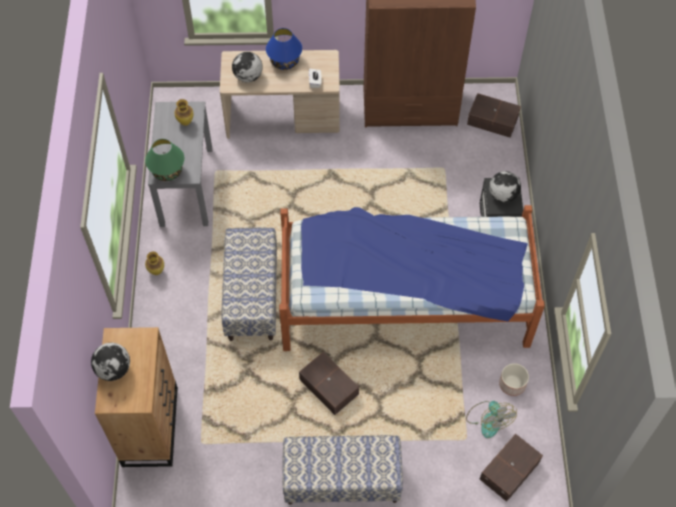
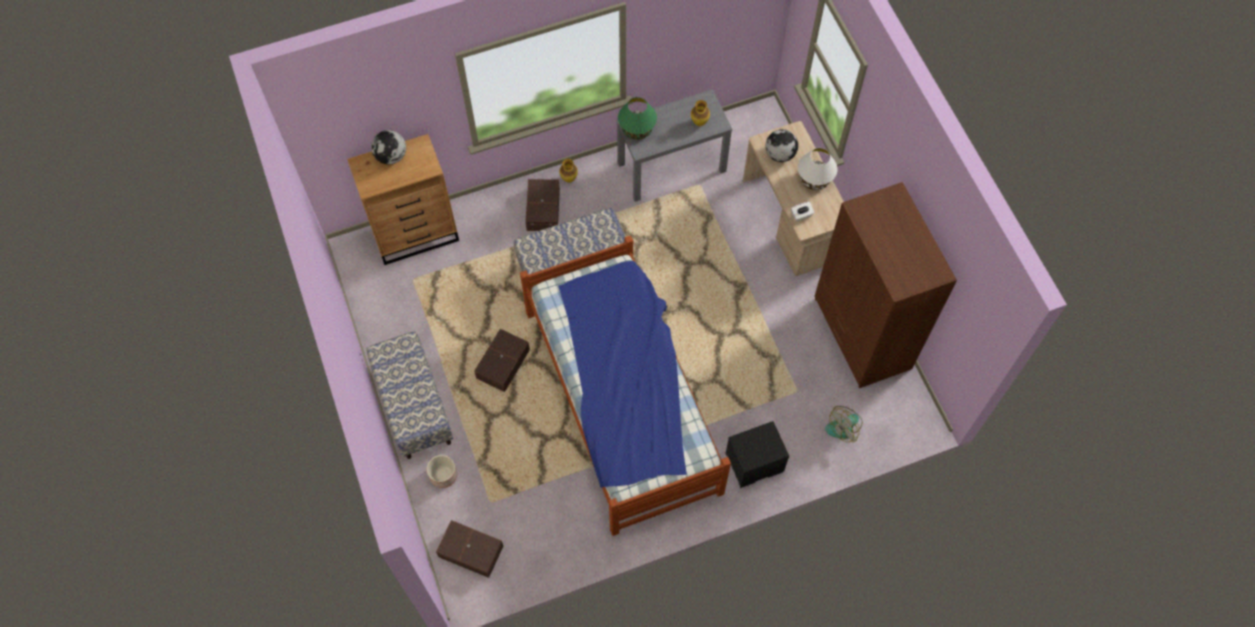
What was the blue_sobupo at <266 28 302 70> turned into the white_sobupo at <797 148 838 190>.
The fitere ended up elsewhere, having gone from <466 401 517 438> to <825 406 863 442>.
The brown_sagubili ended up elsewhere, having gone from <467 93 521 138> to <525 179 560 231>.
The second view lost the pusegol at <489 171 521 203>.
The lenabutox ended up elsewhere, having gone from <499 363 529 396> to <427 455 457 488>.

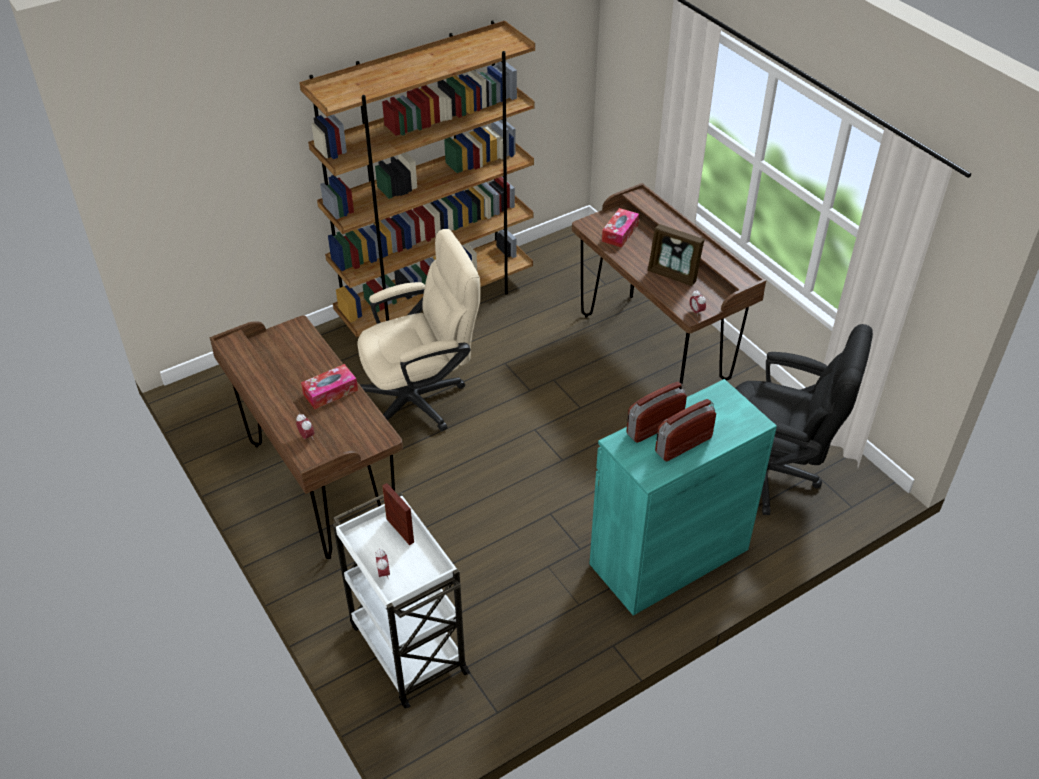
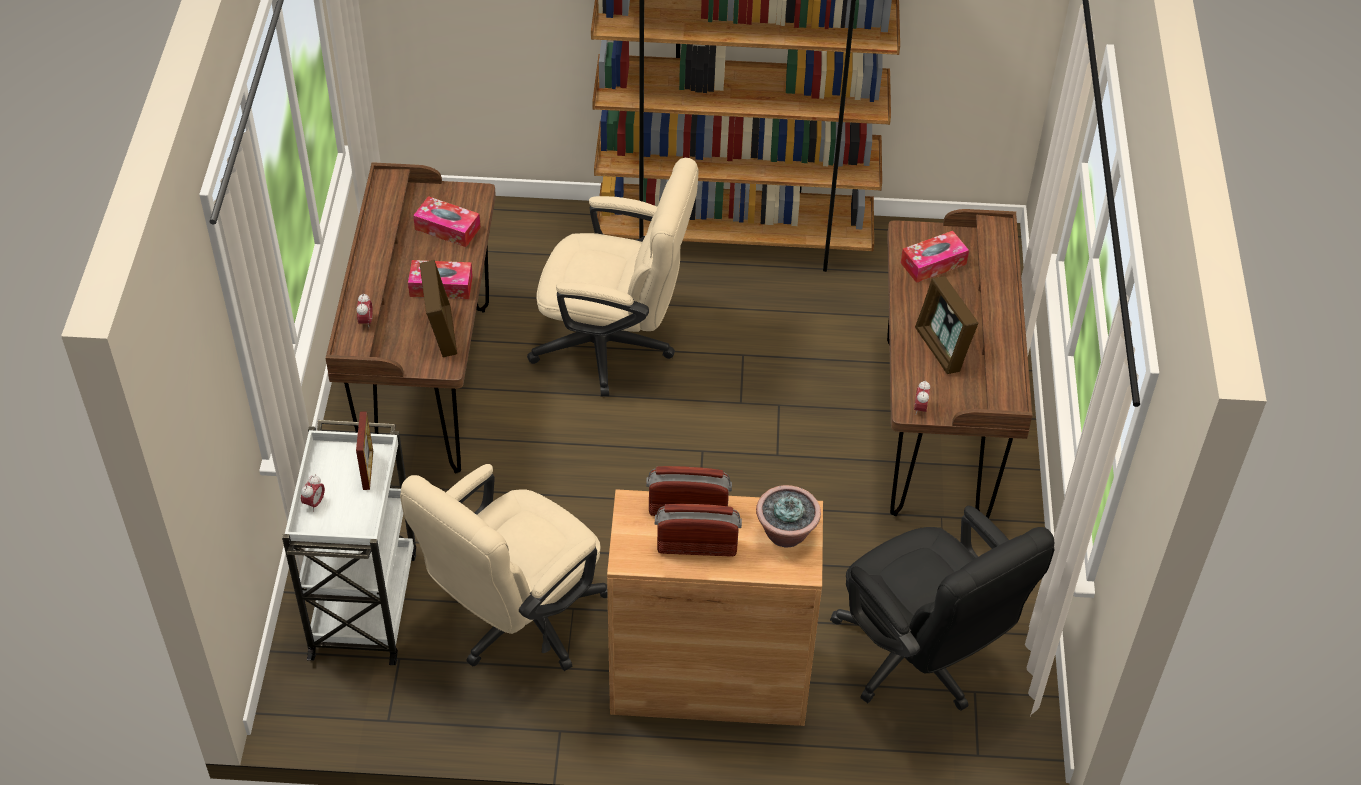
What was the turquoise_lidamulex at <590 379 777 616> turned into the brown_lidamulex at <607 489 823 726>.
The second view gained the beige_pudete at <400 464 608 671>.
The second view gained the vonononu at <413 196 481 247>.
The second view gained the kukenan at <420 260 457 357>.
The second view gained the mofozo at <756 485 821 548>.

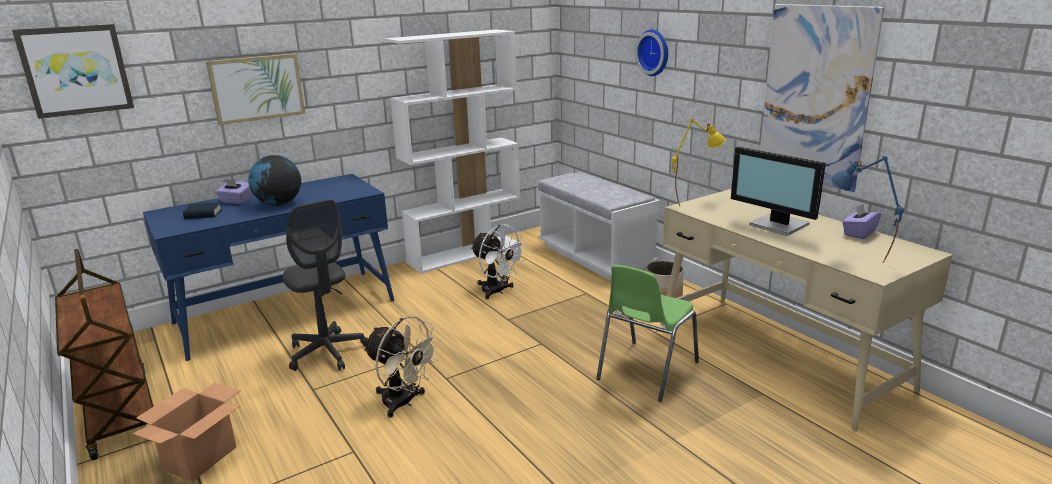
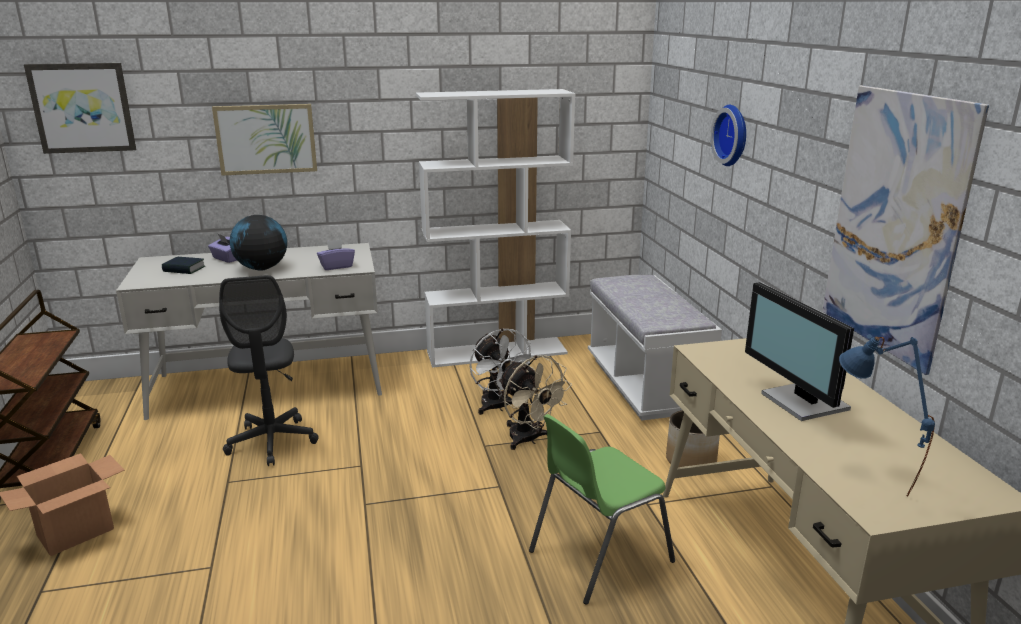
What was the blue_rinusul at <143 174 395 361> turned into the white_rinusul at <116 243 382 420>.
The beige_fitere ended up elsewhere, having gone from <363 316 440 418> to <499 356 572 450>.
The second view lost the yellow_sobupo at <671 118 726 206>.
The purple_vonononu ended up elsewhere, having gone from <842 203 881 239> to <317 239 355 270>.

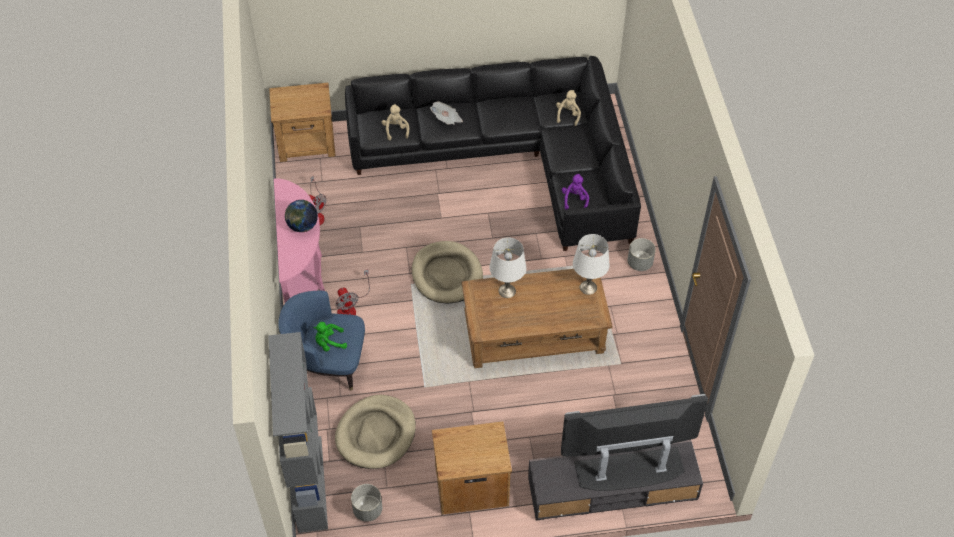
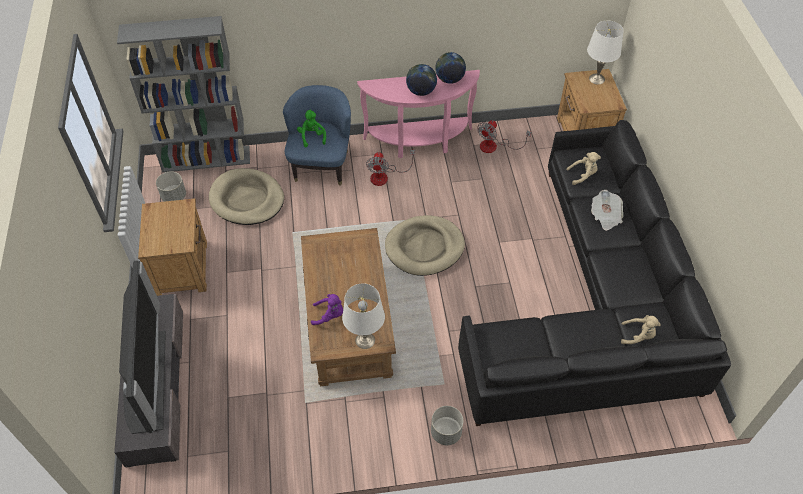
The fitere at <336 269 370 315> ended up facing another way, 60 degrees counterclockwise from before.
The white_sobupo ended up elsewhere, having gone from <489 237 526 298> to <587 21 624 84>.
The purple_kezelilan ended up elsewhere, having gone from <562 174 589 210> to <311 294 343 325>.
The second view gained the pusegol at <435 52 466 84>.

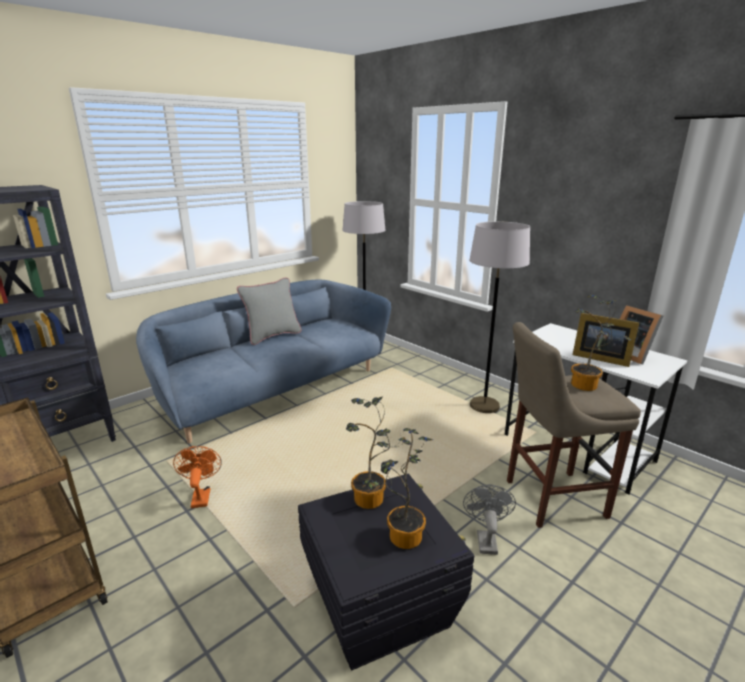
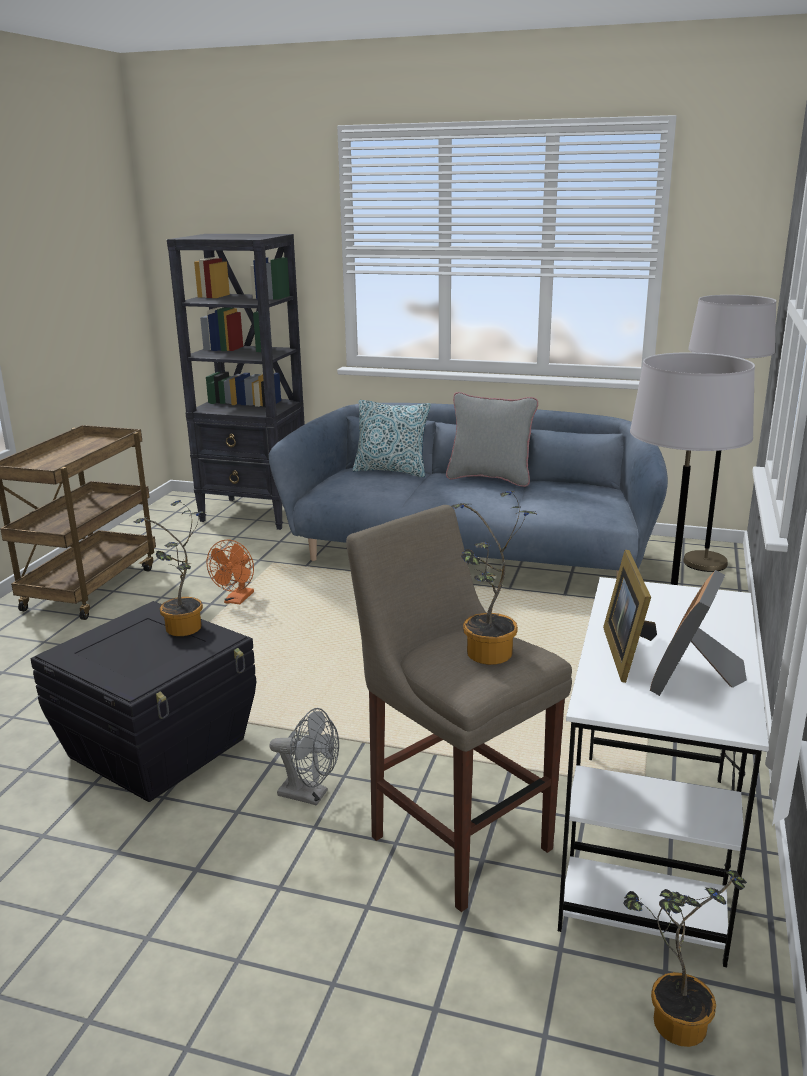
The orange_fitere at <173 446 222 508> ended up facing another way, 150 degrees clockwise from before.
The mofozo ended up elsewhere, having gone from <363 428 433 549> to <623 870 747 1047>.
The grey_fitere at <463 484 516 555> ended up facing another way, 45 degrees clockwise from before.
The second view gained the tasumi at <353 400 431 477>.

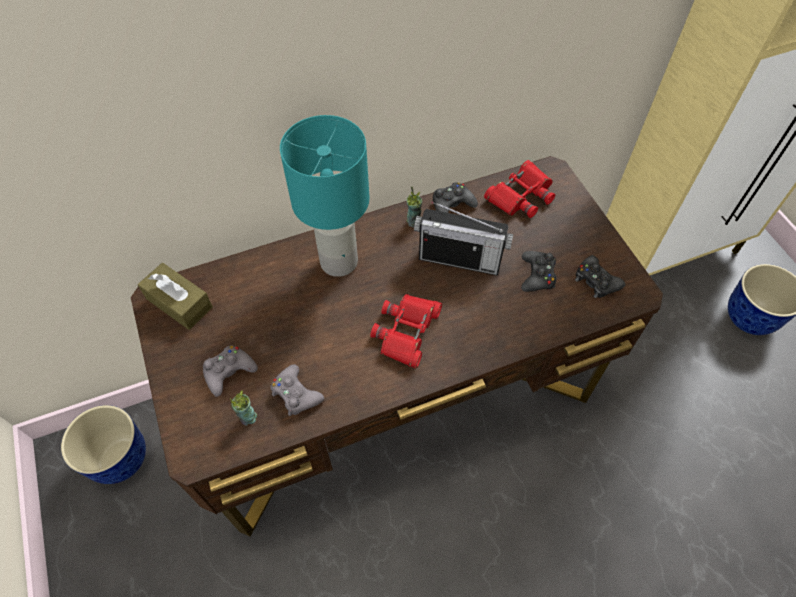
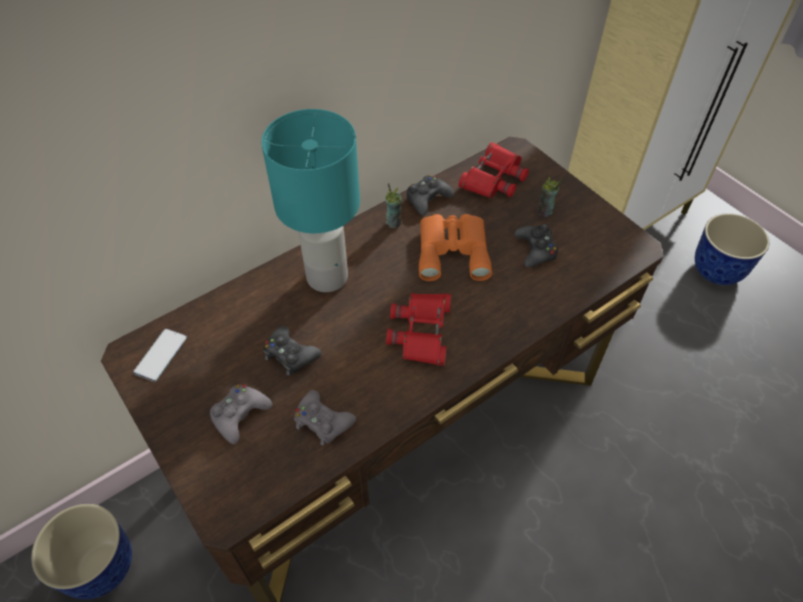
Where the brown_vonononu stood at <138 263 213 330>, the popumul came to stand at <133 329 187 382>.
The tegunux ended up elsewhere, having gone from <230 390 257 426> to <537 177 563 217>.
Where the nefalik stood at <414 201 513 276>, the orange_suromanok came to stand at <419 214 492 281>.
The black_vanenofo ended up elsewhere, having gone from <575 255 625 298> to <263 326 322 376>.

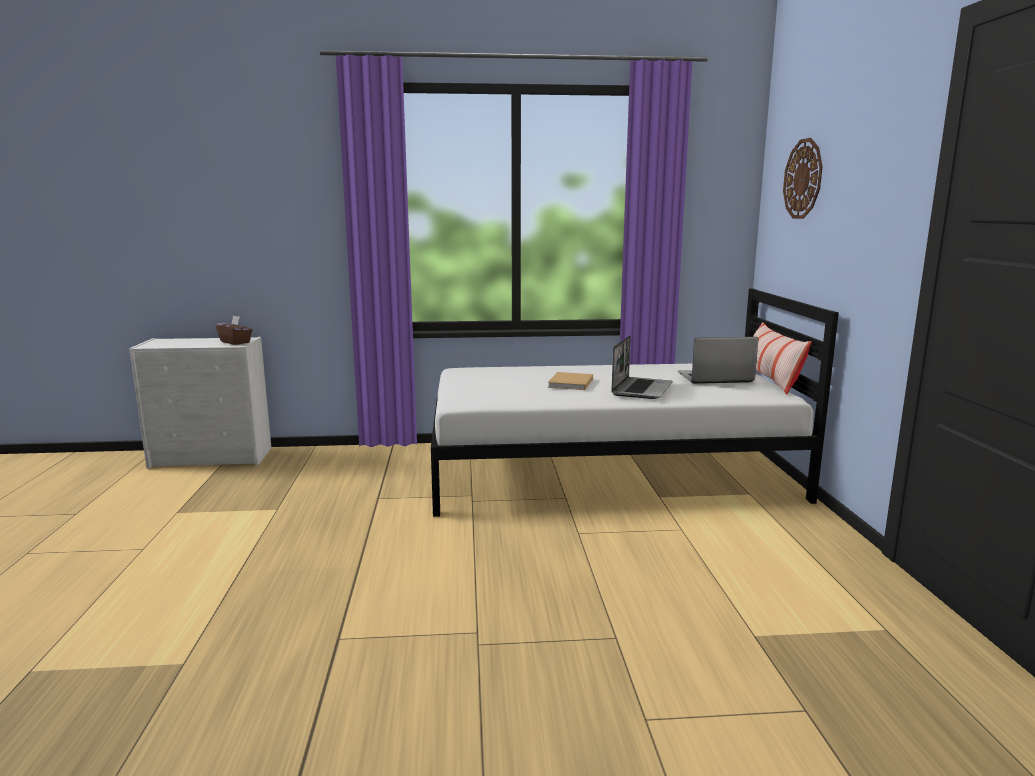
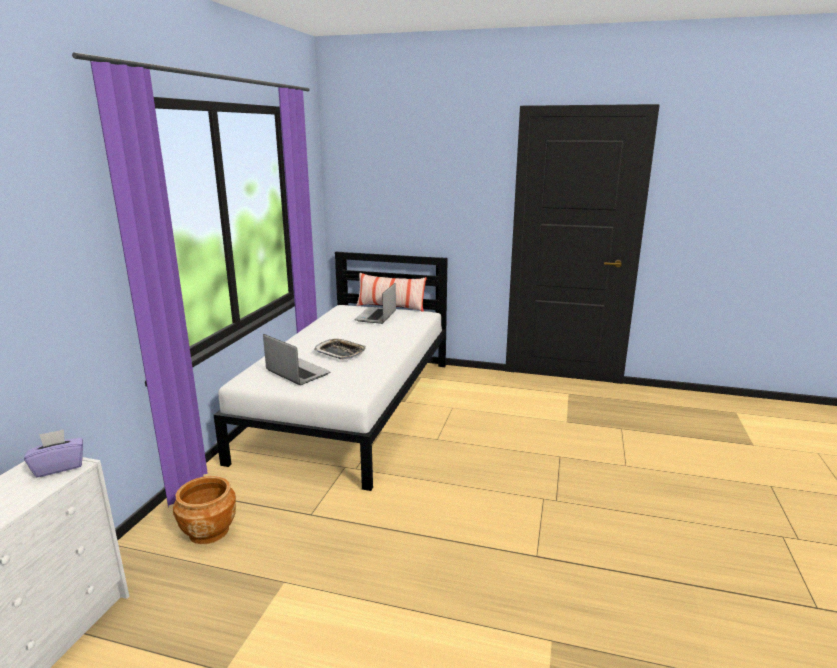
What was the brown_vonononu at <216 315 252 345> turned into the purple_vonononu at <24 429 83 478>.
Where the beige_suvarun stood at <548 372 593 390>, the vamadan came to stand at <314 339 366 360>.
The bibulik ended up elsewhere, having gone from <612 335 673 399> to <263 334 331 385>.
The second view lost the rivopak at <783 138 823 219>.
The second view gained the brown_lenabutox at <173 476 236 544>.

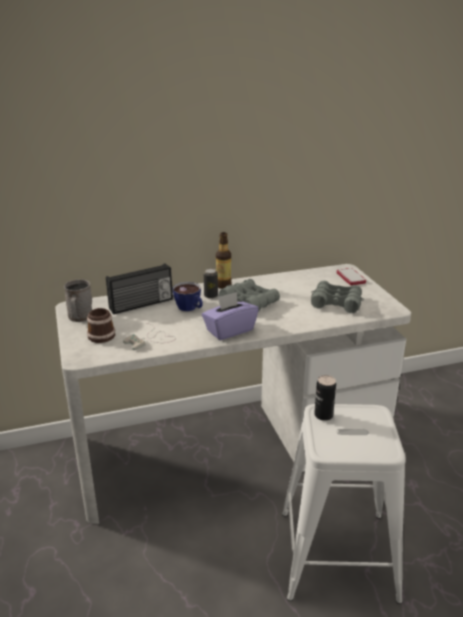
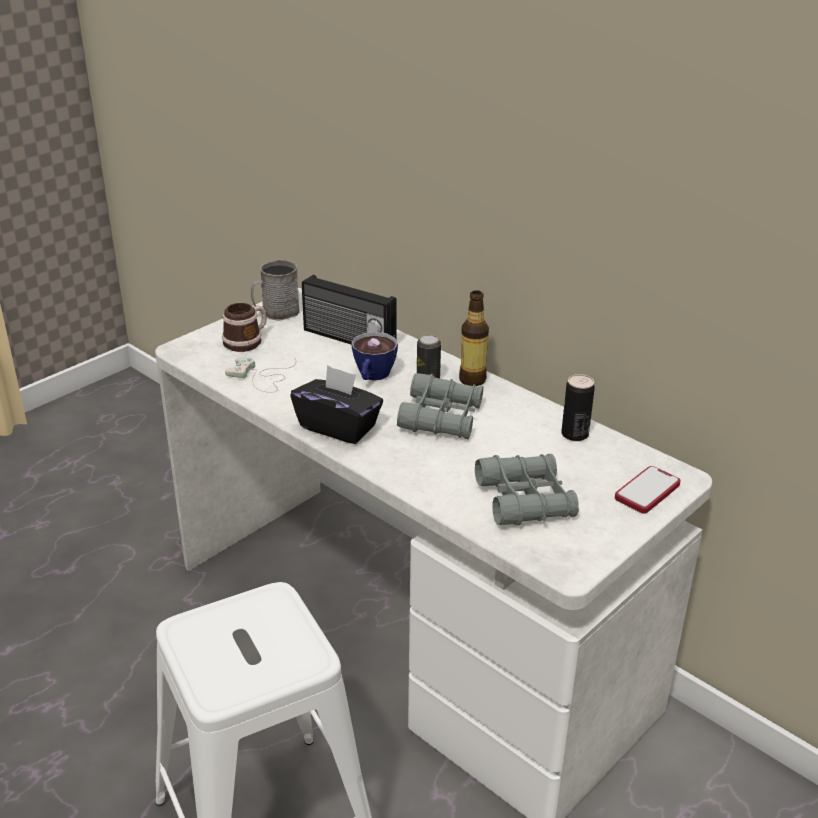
What was the purple_vonononu at <202 292 259 340> turned into the black_vonononu at <290 365 383 444>.
The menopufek ended up elsewhere, having gone from <314 375 336 421> to <561 374 595 441>.

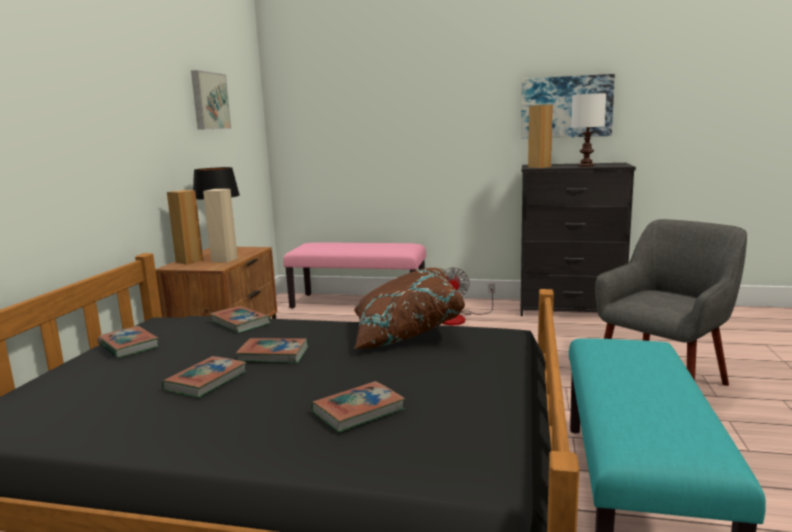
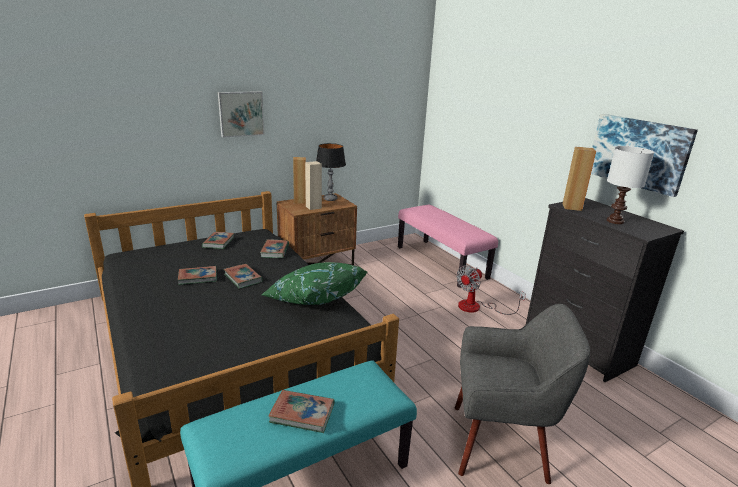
The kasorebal ended up elsewhere, having gone from <191 70 231 130> to <218 91 264 138>.
The suvarun ended up elsewhere, having gone from <311 381 405 433> to <268 390 335 433>.
What was the brown_tasumi at <354 268 465 349> turned into the green_tasumi at <262 262 367 305>.

